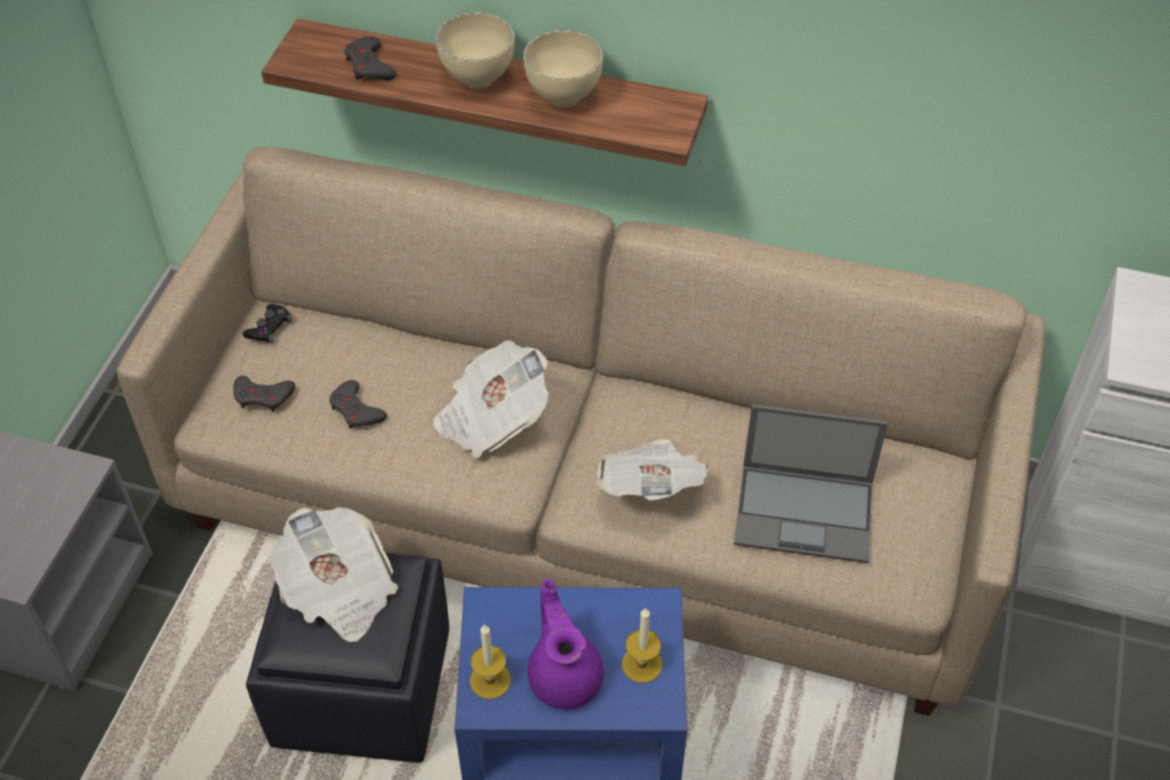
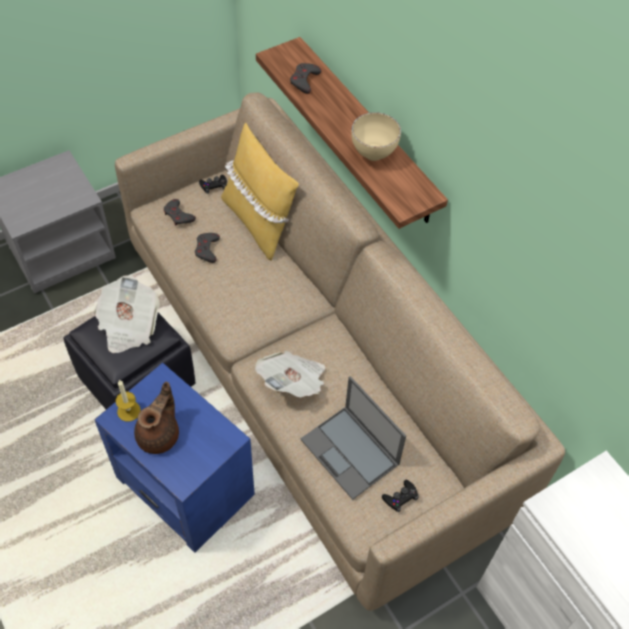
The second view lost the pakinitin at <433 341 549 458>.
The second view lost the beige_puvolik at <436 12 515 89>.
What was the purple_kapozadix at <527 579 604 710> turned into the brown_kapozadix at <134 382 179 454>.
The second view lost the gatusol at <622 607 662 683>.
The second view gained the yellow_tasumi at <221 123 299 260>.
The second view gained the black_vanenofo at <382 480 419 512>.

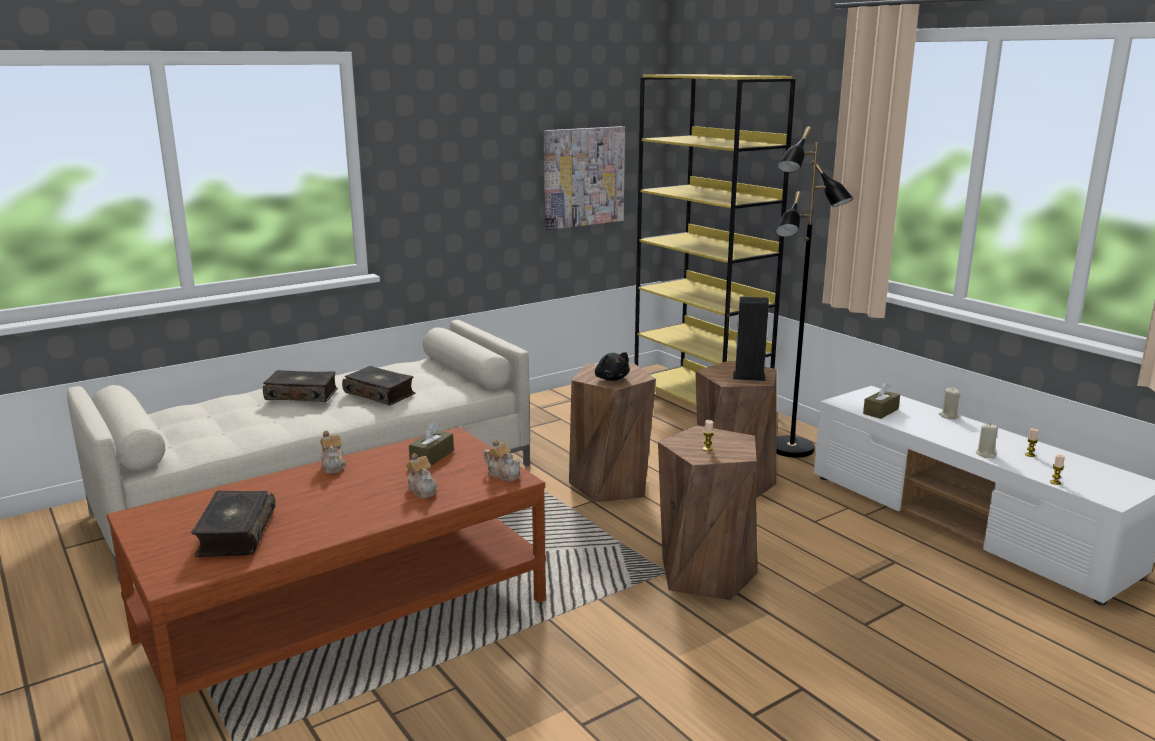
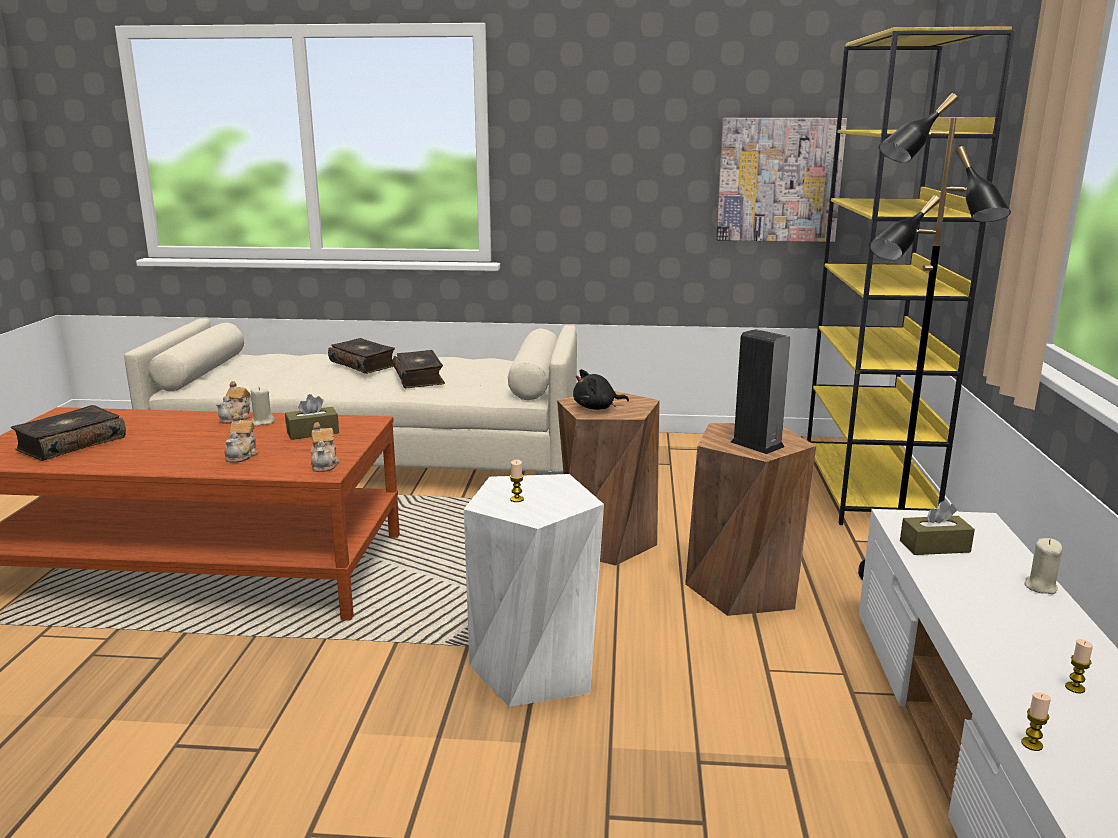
The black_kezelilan at <595 352 630 381> ended up facing another way, 60 degrees clockwise from before.
What was the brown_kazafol at <658 425 758 601> turned into the white_kazafol at <464 474 604 707>.
The beige_gatusol ended up elsewhere, having gone from <976 423 998 459> to <251 387 275 426>.

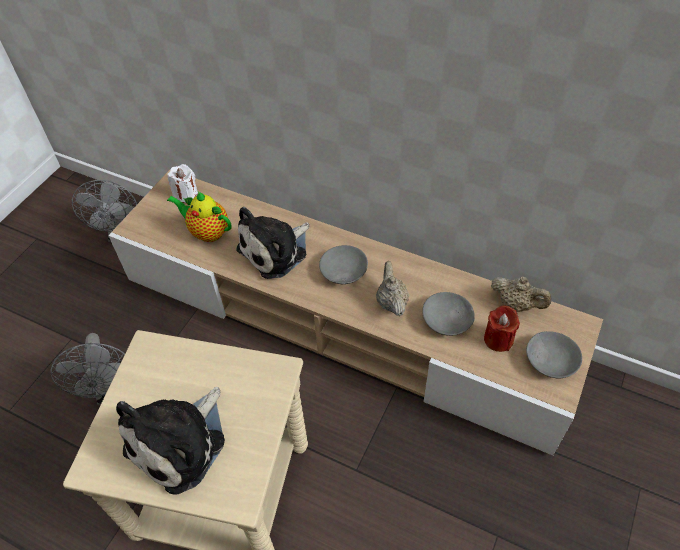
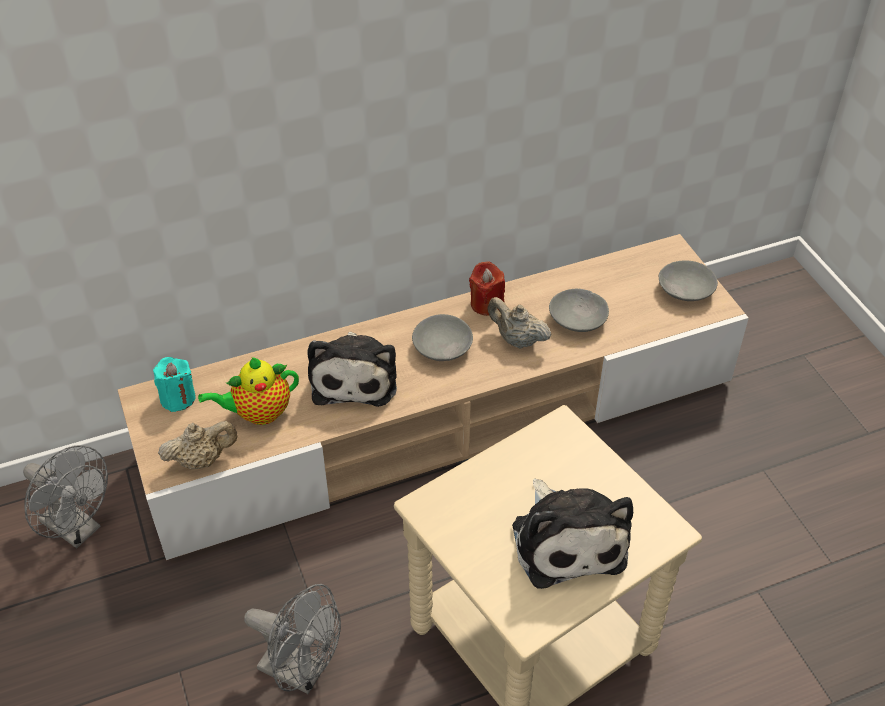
What was the white_gatusol at <167 164 198 203> turned into the turquoise_gatusol at <153 357 196 412>.
The red_gatusol ended up elsewhere, having gone from <484 305 520 352> to <469 261 505 316>.
The beige_kapozadix ended up elsewhere, having gone from <491 276 551 312> to <158 421 237 469>.

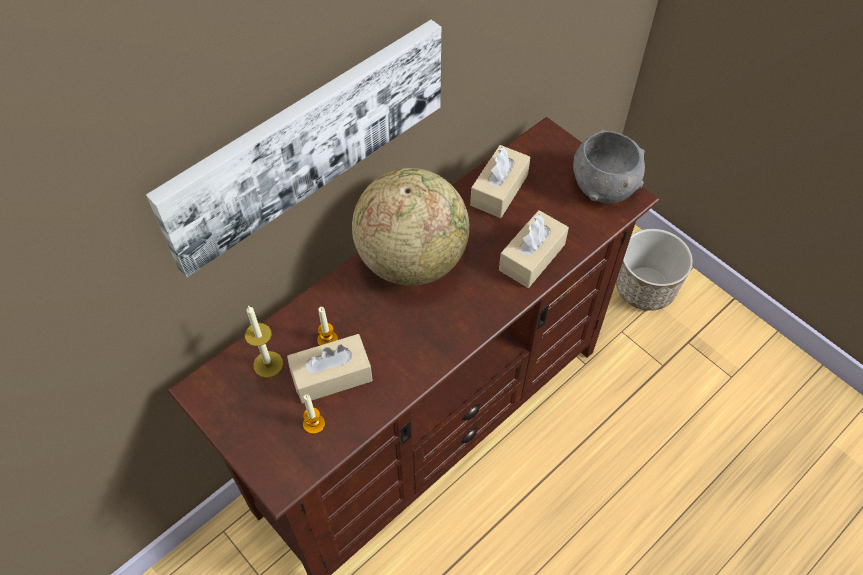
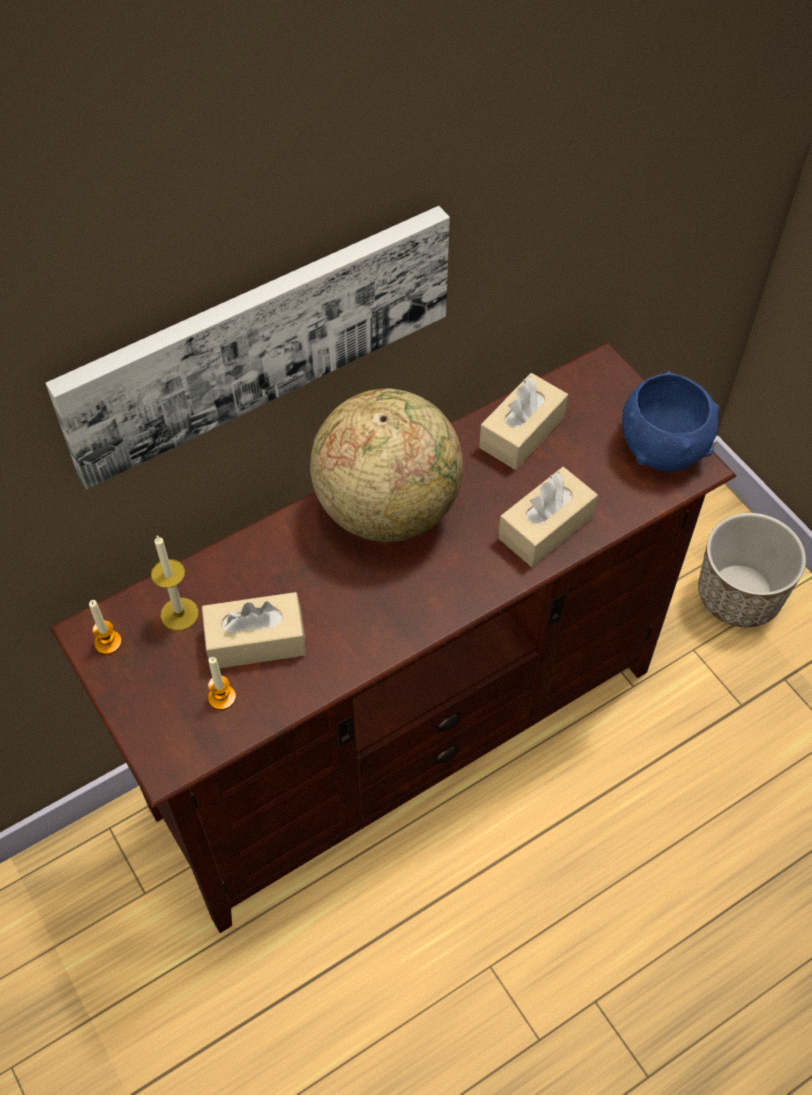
The gatusol ended up elsewhere, having gone from <317 307 338 346> to <89 600 122 654>.
What was the grey_puvolik at <573 129 645 204> turned into the blue_puvolik at <622 371 720 472>.

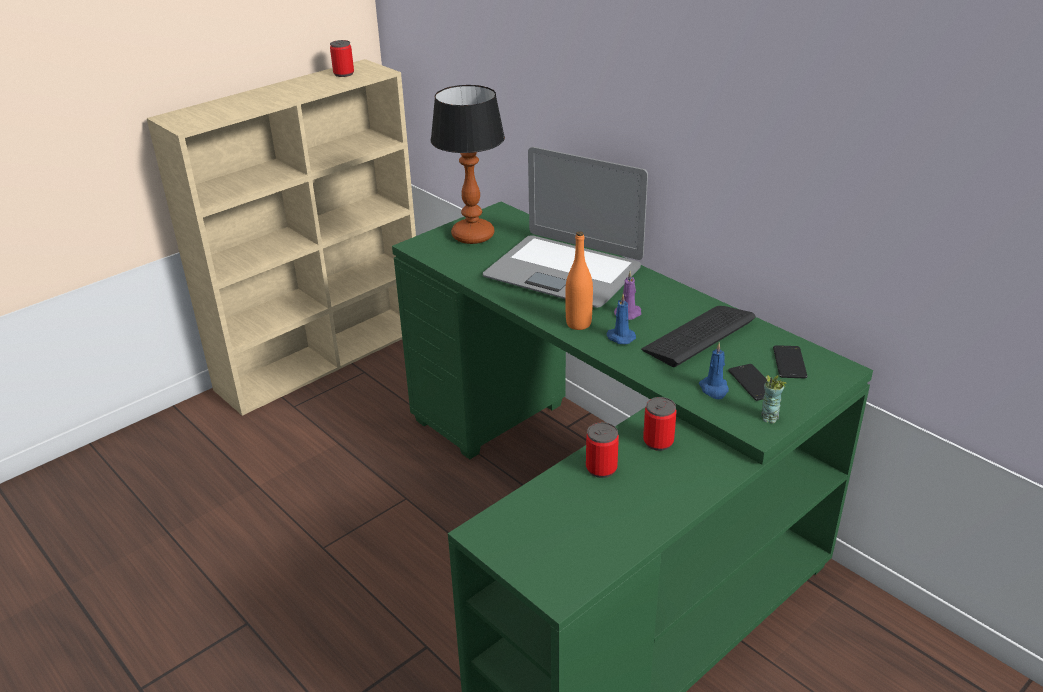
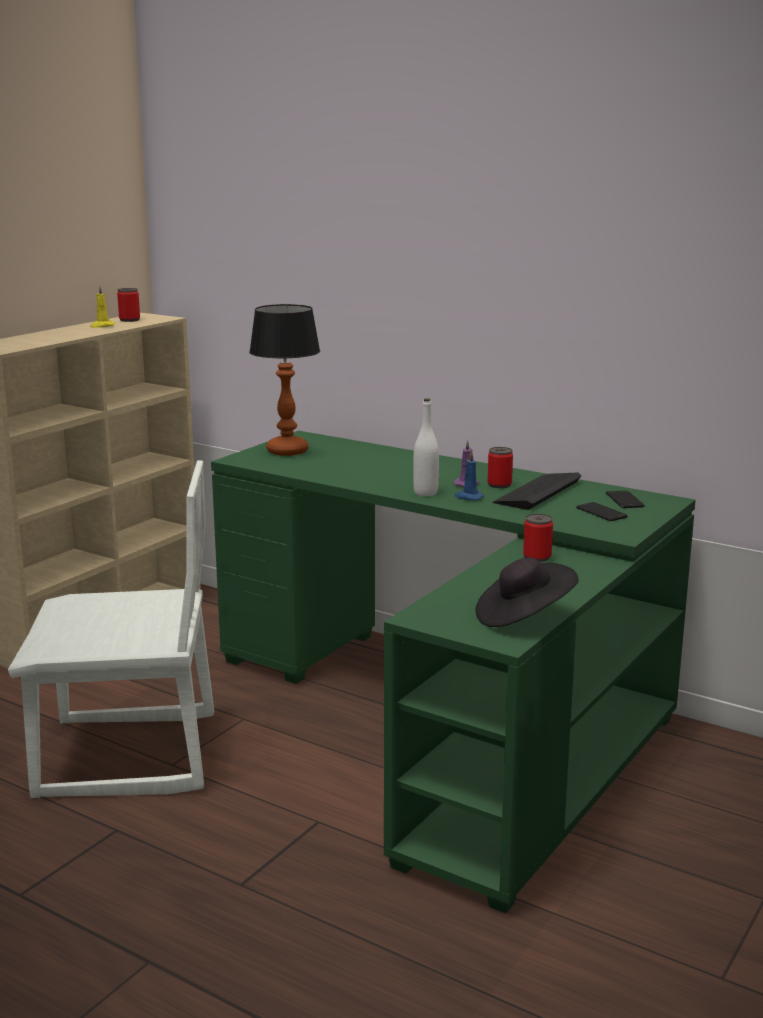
The second view lost the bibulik at <483 147 648 308>.
What was the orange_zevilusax at <565 231 593 330> turned into the white_zevilusax at <413 398 439 496>.
The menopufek ended up elsewhere, having gone from <586 422 619 478> to <488 447 513 488>.
The second view lost the blue_gatusol at <699 342 729 399>.
The second view lost the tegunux at <761 375 786 423>.
The second view gained the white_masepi at <8 460 214 798>.
The second view gained the yellow_gatusol at <90 286 115 328>.
The second view gained the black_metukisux at <476 557 579 627>.

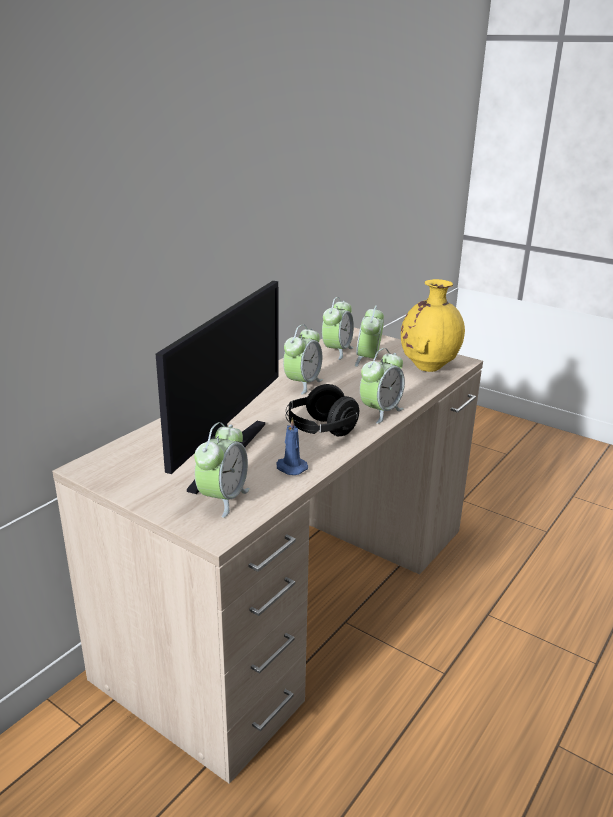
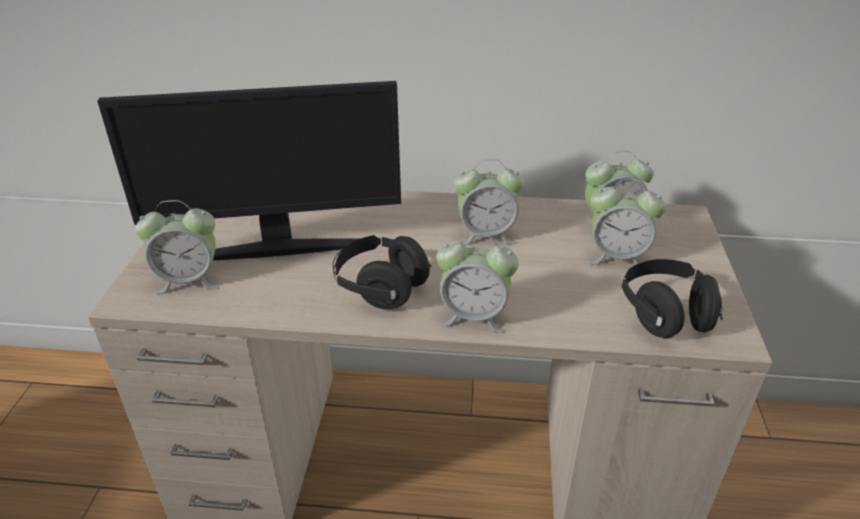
The second view lost the blue_gatusol at <276 417 308 475>.
The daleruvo at <355 305 384 367> ended up facing another way, 150 degrees counterclockwise from before.
Where the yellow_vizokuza stood at <401 279 465 372>, the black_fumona came to stand at <622 259 723 338>.

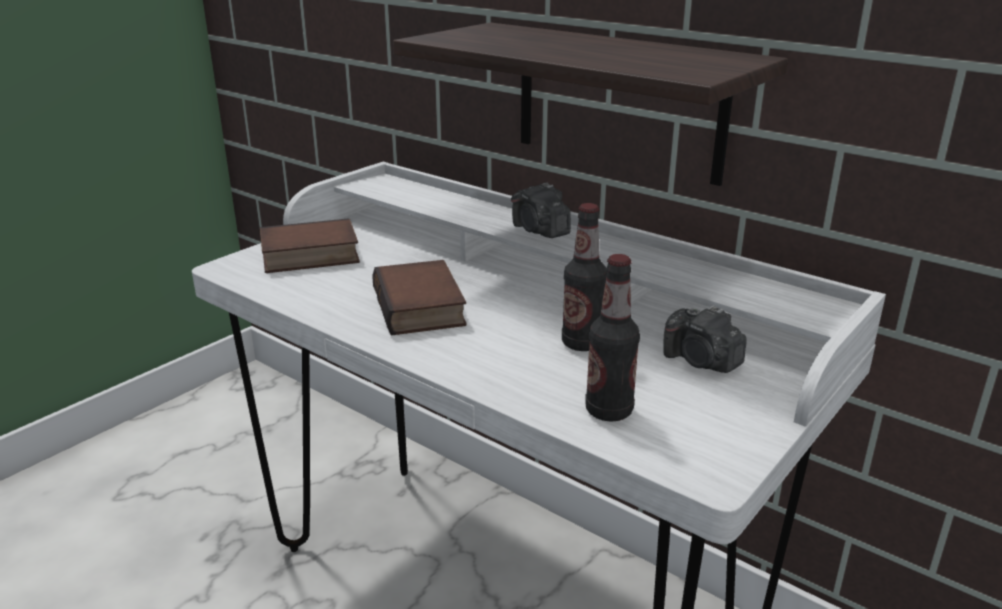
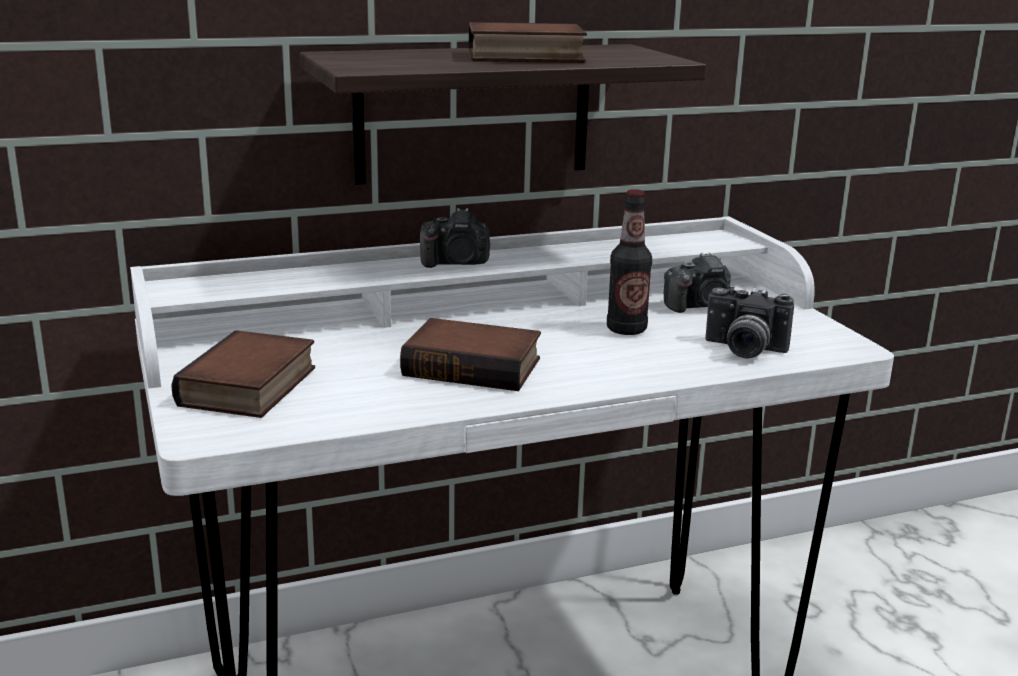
Where the zevilusax stood at <585 254 640 422>, the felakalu came to stand at <705 285 794 358>.
The second view gained the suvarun at <469 22 587 63>.

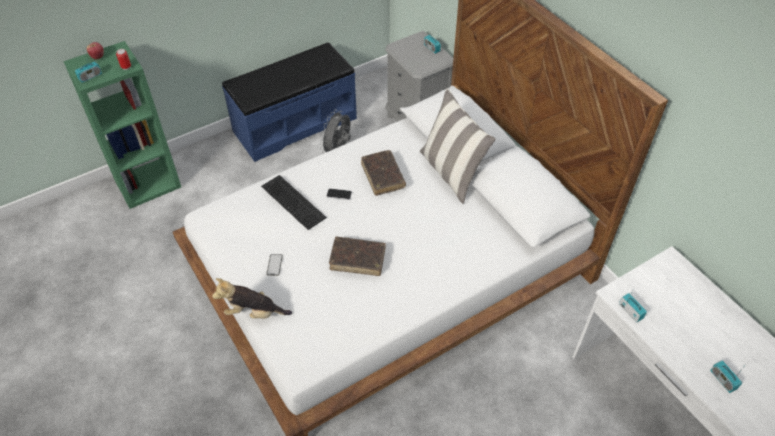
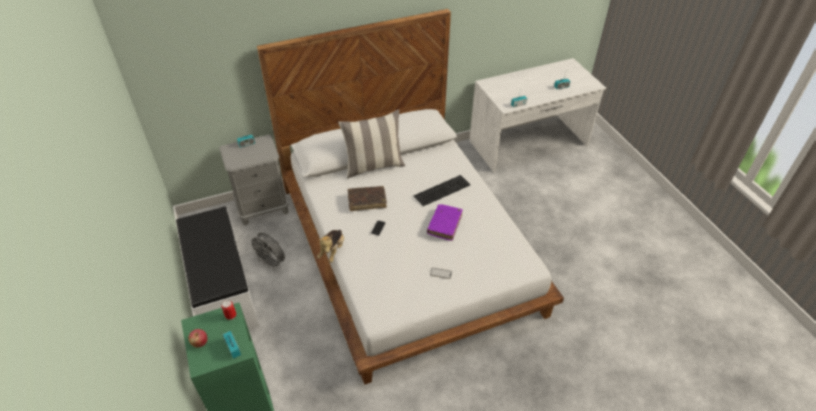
The kezelilan ended up elsewhere, having gone from <212 278 292 319> to <317 230 344 263>.
What was the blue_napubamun at <222 42 357 162> turned into the white_napubamun at <176 207 259 330>.
The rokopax ended up elsewhere, having gone from <261 175 327 230> to <414 175 470 206>.
What was the brown_suvarun at <329 236 386 276> turned into the purple_suvarun at <427 204 463 241>.

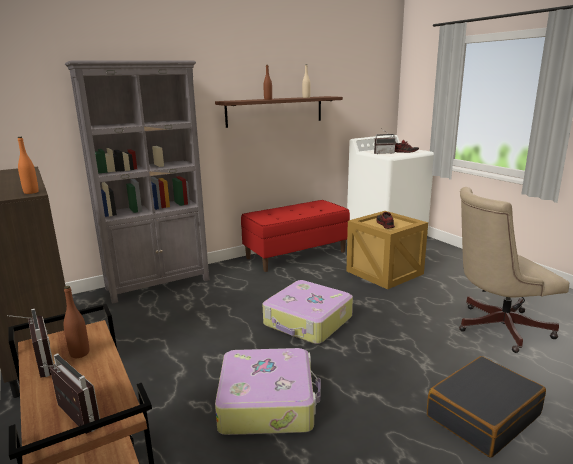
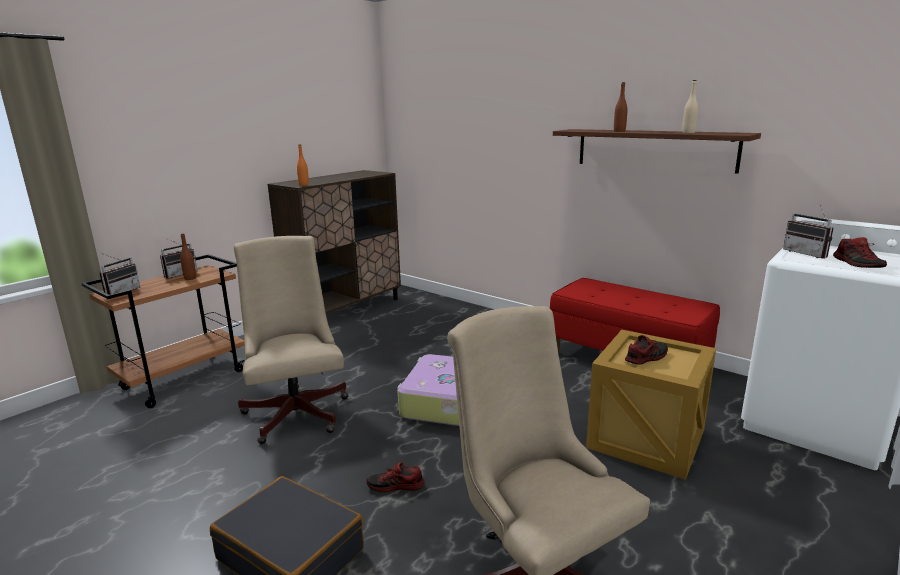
The second view lost the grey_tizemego at <65 60 210 304>.
Where the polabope stood at <215 348 321 435>, the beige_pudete came to stand at <234 236 349 444>.
The second view gained the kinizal at <366 462 424 492>.

